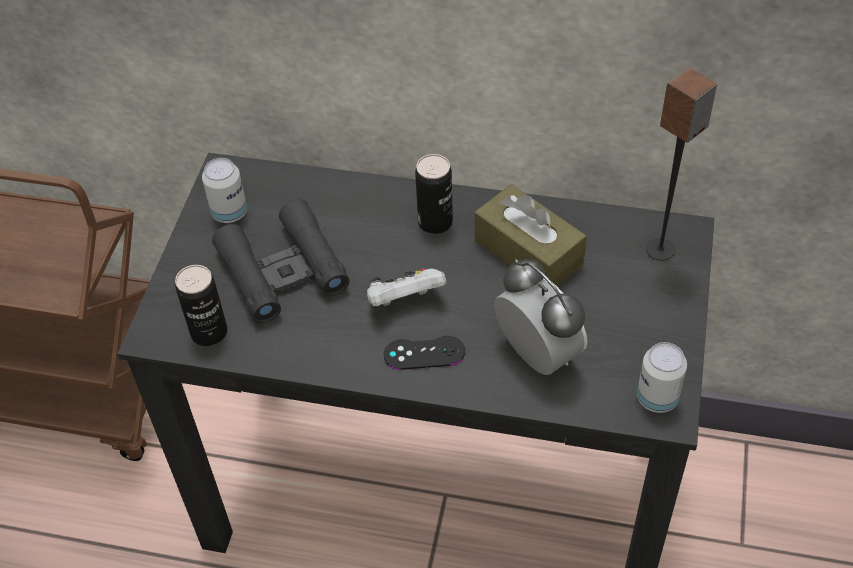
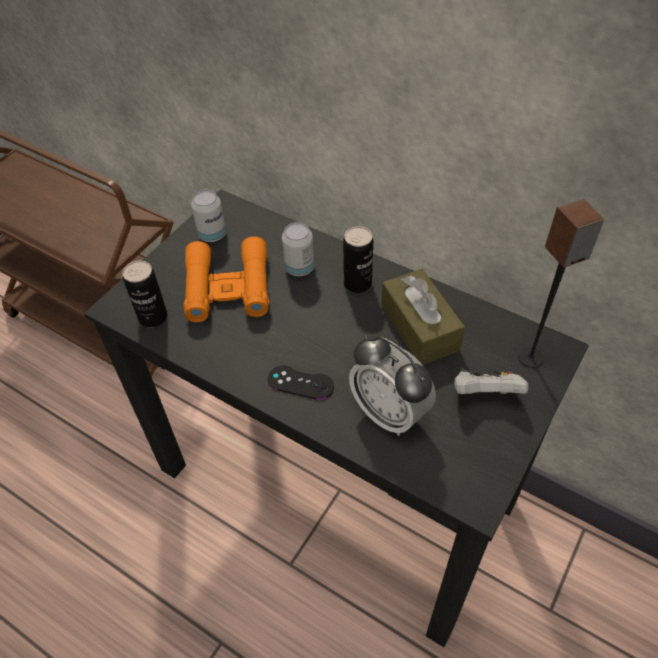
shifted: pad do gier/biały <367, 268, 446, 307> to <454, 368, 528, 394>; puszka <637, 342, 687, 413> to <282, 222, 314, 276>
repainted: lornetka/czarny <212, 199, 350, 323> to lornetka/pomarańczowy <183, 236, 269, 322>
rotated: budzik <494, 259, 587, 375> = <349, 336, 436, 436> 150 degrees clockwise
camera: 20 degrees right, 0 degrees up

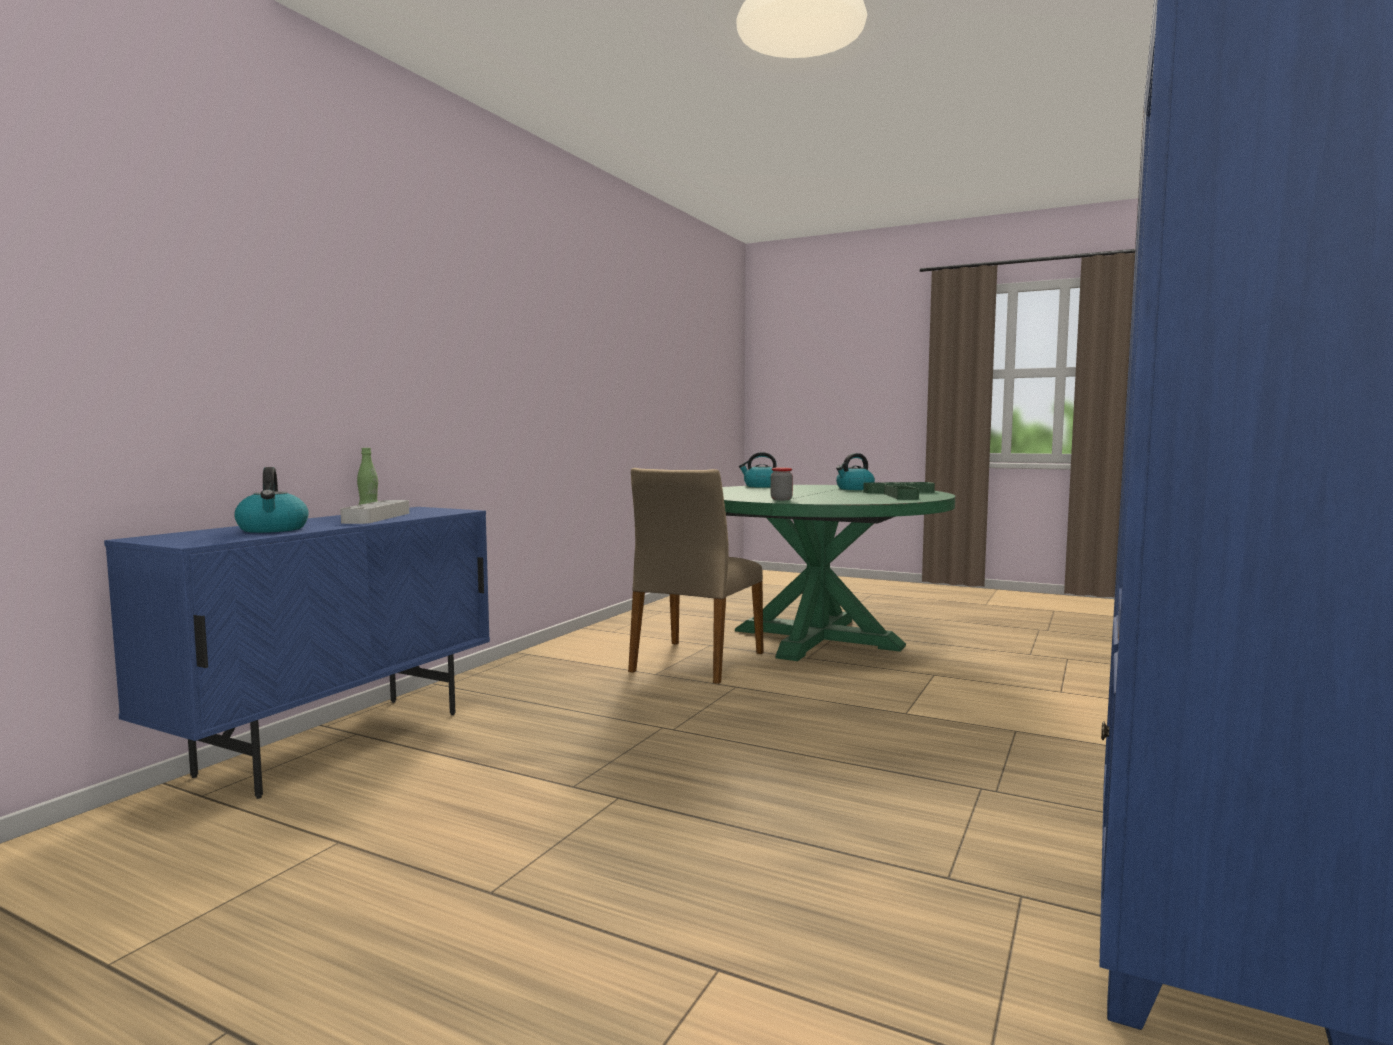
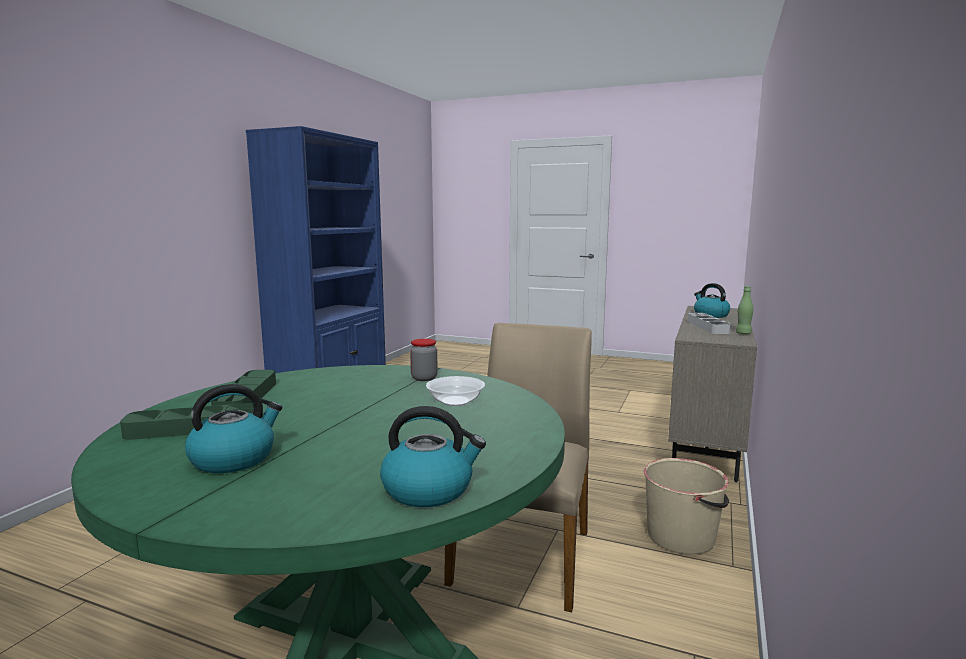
new: miska <426, 376, 485, 406>; wiadro/beżowy <643, 458, 729, 555>
repainted: szafka/niebieski <104, 507, 490, 799> to szafka/beżowy <668, 306, 757, 482>
camera: 175 degrees right, 5 degrees up

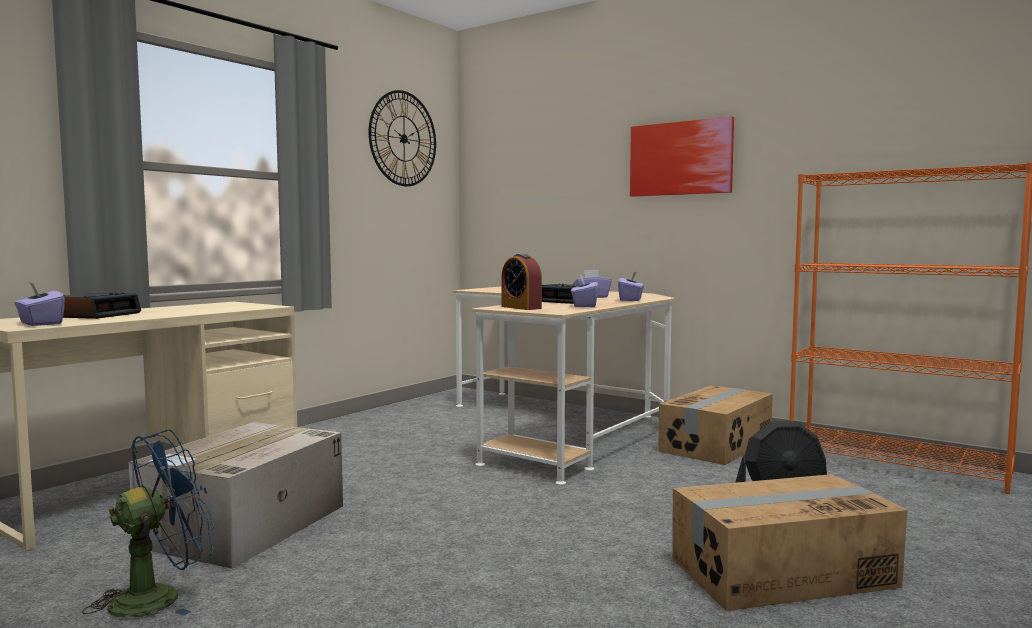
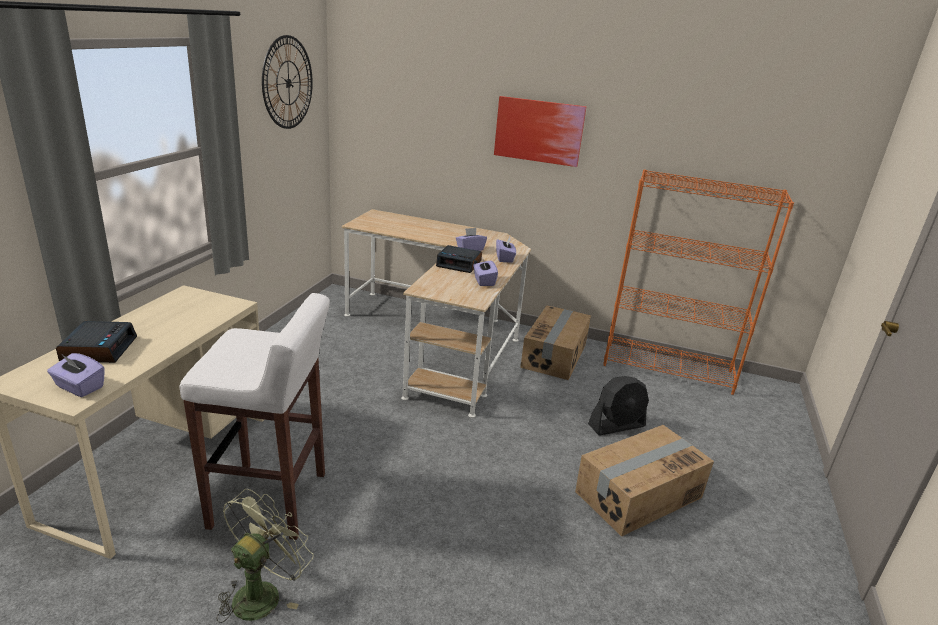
gone: budzik <501, 253, 542, 310>
swapped: karton <128, 422, 343, 569> to stołek/biały <180, 293, 330, 540>
repainted: wentylator/niebieski <82, 429, 215, 617> to wentylator/zielony <216, 489, 314, 623>
camera: 20 degrees left, 20 degrees up

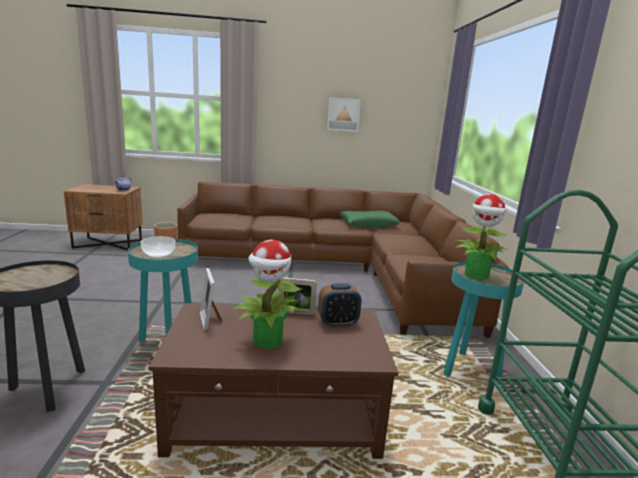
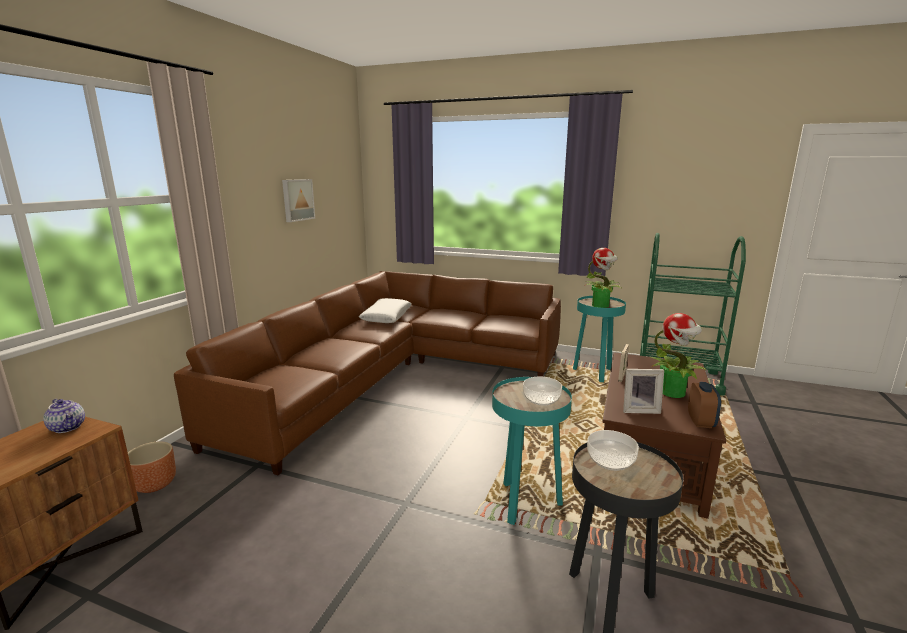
new: miska <587, 430, 639, 471>
shifted: budzik <318, 283, 361, 327> to <688, 382, 721, 428>
repainted: poduszka/zielony <340, 211, 400, 228> to poduszka/biały <359, 298, 412, 323>
camera: 65 degrees left, 0 degrees up

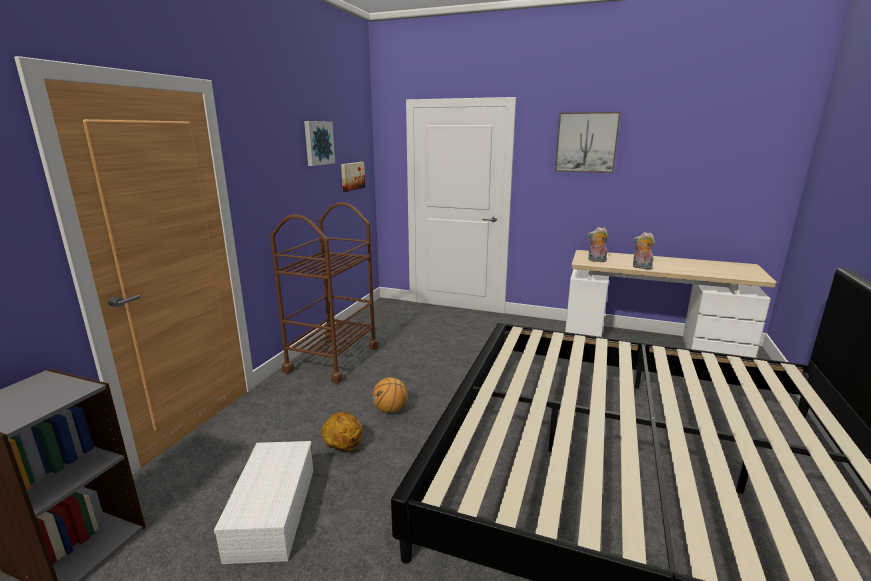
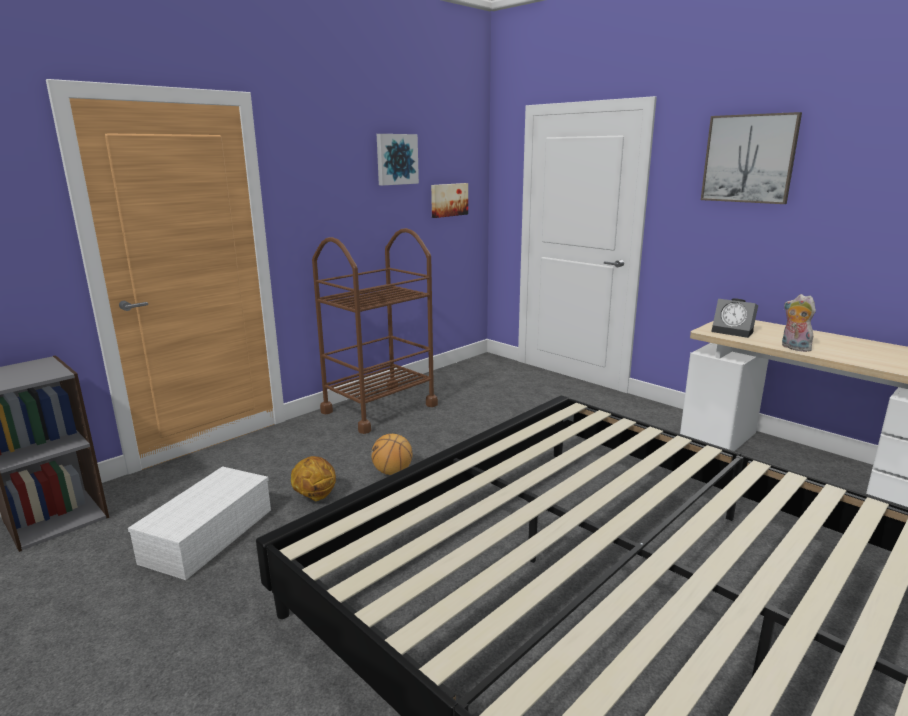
swapped: pluszak <588, 227, 608, 262> to budzik <711, 298, 758, 338>
camera: 25 degrees right, 0 degrees up

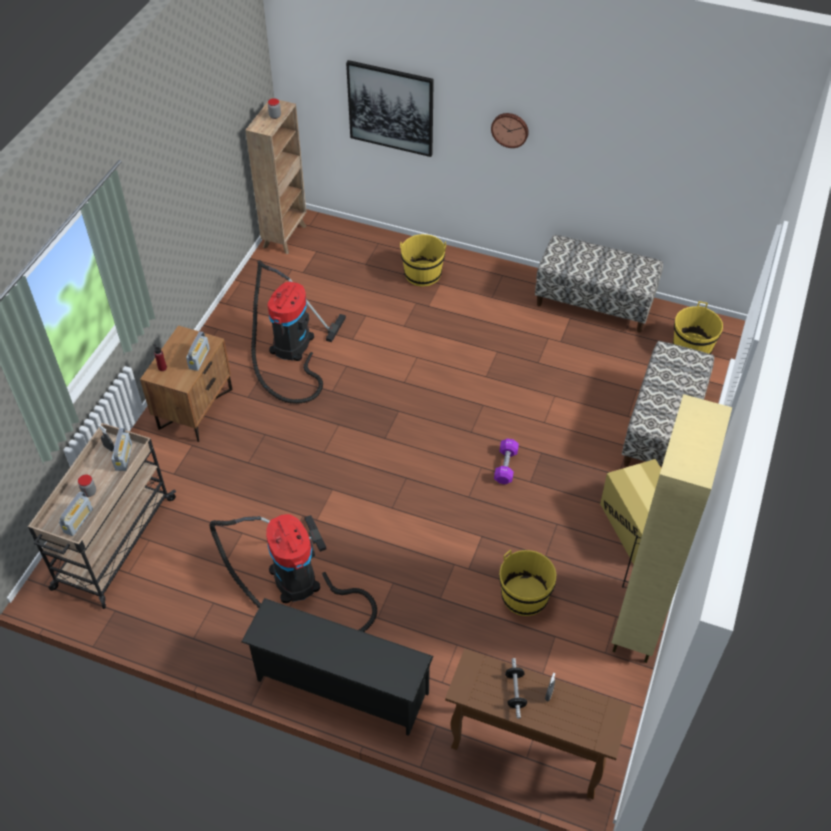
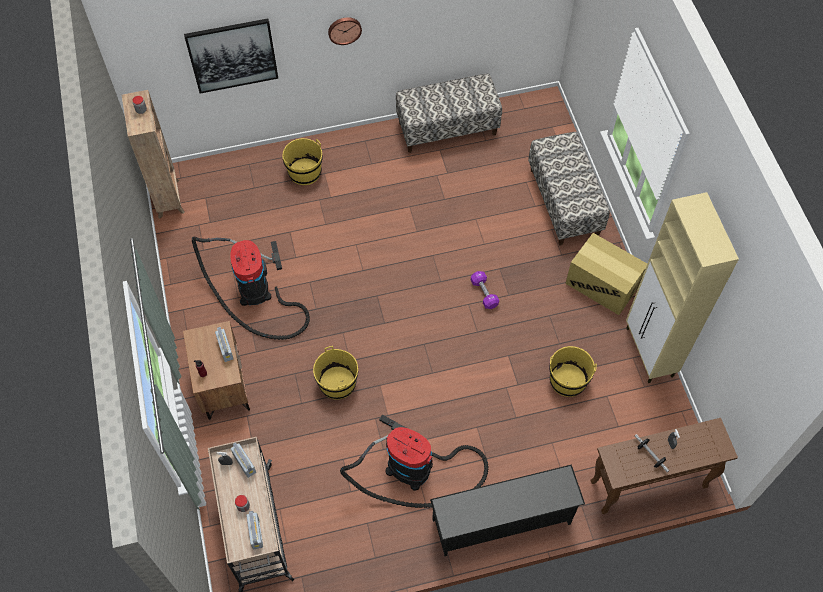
shifted: wiadro/żółty <673, 301, 723, 354> to <313, 346, 358, 400>
camera: 35 degrees left, 10 degrees up

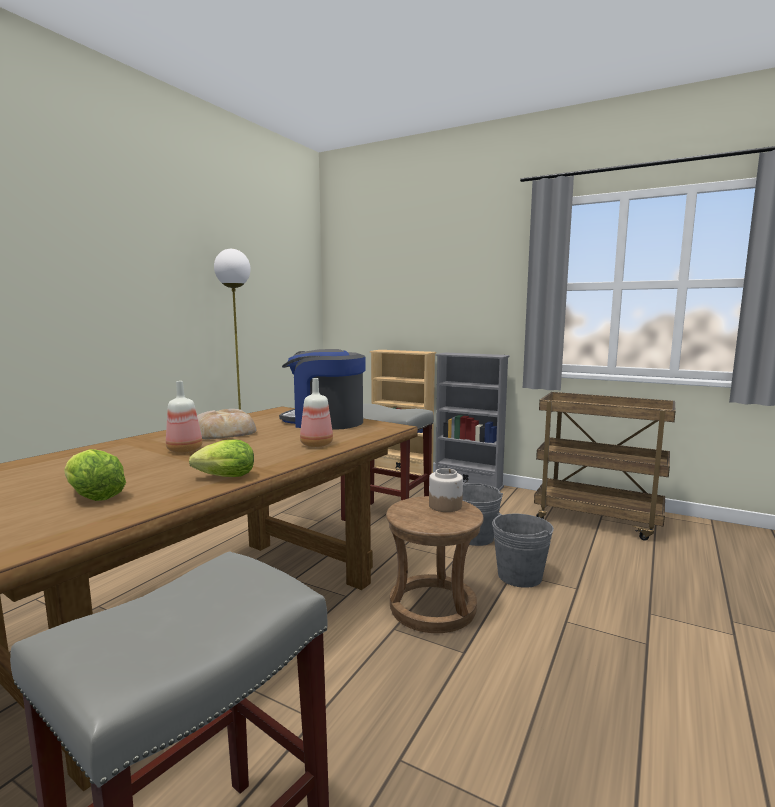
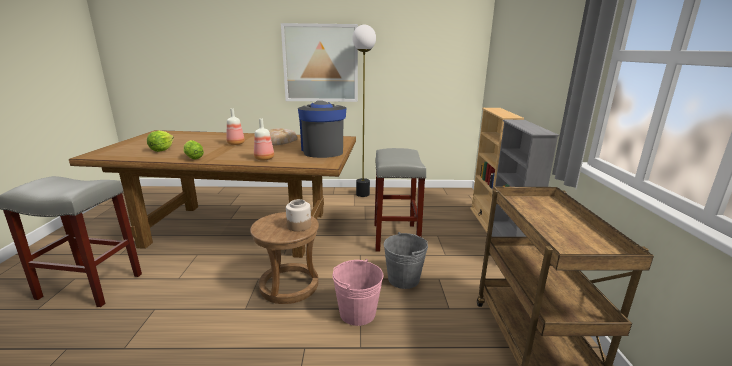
new: obraz <281, 23, 358, 102>
repainted: wiadro/szary <492, 513, 554, 588> to wiadro/różowy <332, 259, 383, 326>
camera: 60 degrees right, 10 degrees up

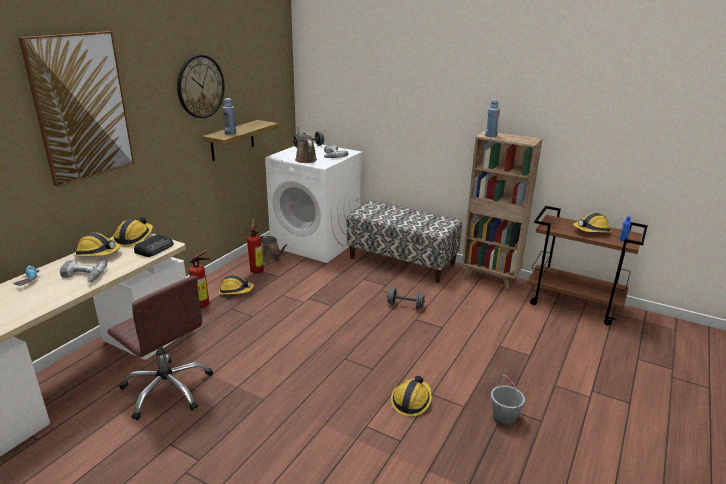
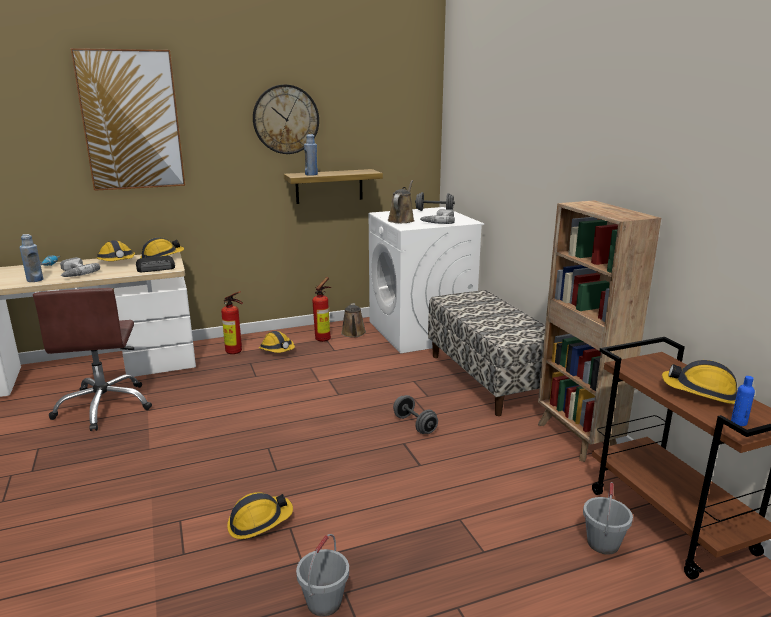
new: wiadro/szary <583, 482, 633, 555>
shifted: butelka/niebieski <485, 99, 500, 137> to <19, 234, 43, 282>
camera: 40 degrees right, 5 degrees down

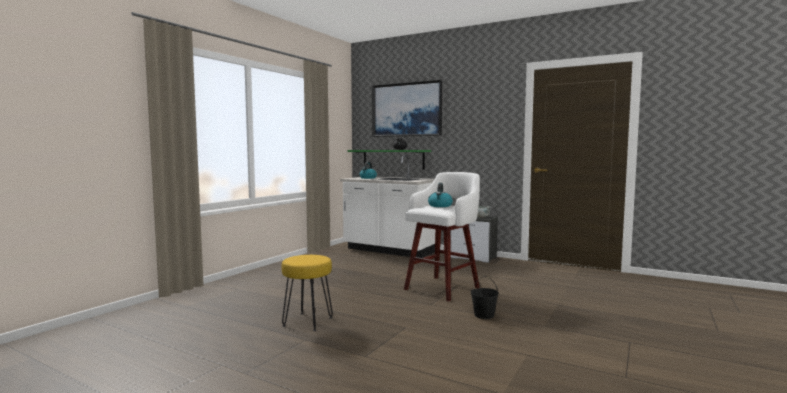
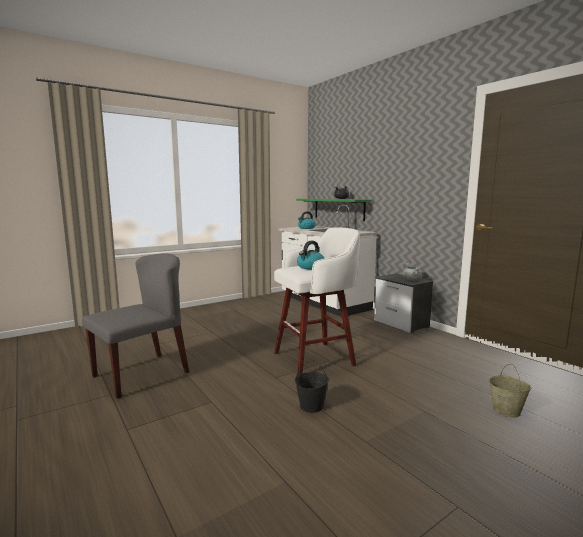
gone: obraz <372, 80, 442, 137>
new: wiadro/beżowy <489, 364, 531, 417>
swapped: stołek/żółty <281, 255, 333, 331> to krzesło/szary <82, 253, 189, 399>
camera: 25 degrees right, 5 degrees up

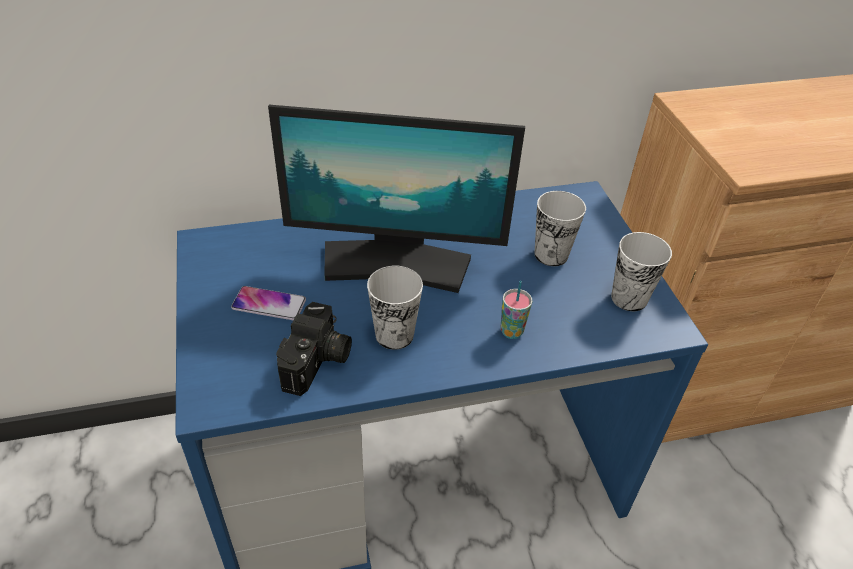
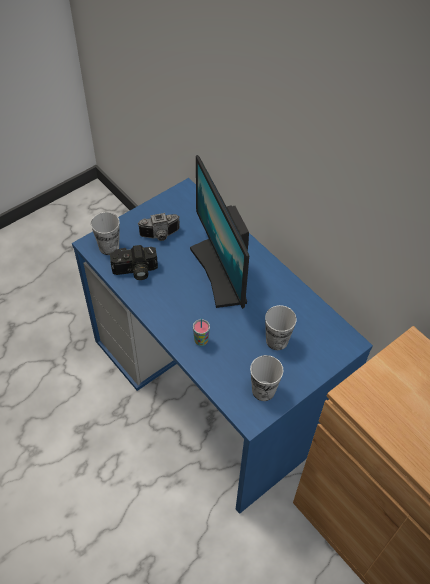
shifted: filiżanka <367, 266, 423, 350> to <91, 212, 119, 255>
swapped: telefon <231, 286, 306, 320> to aparat fotograficzny <137, 213, 180, 241>
camera: 65 degrees right, 10 degrees up

